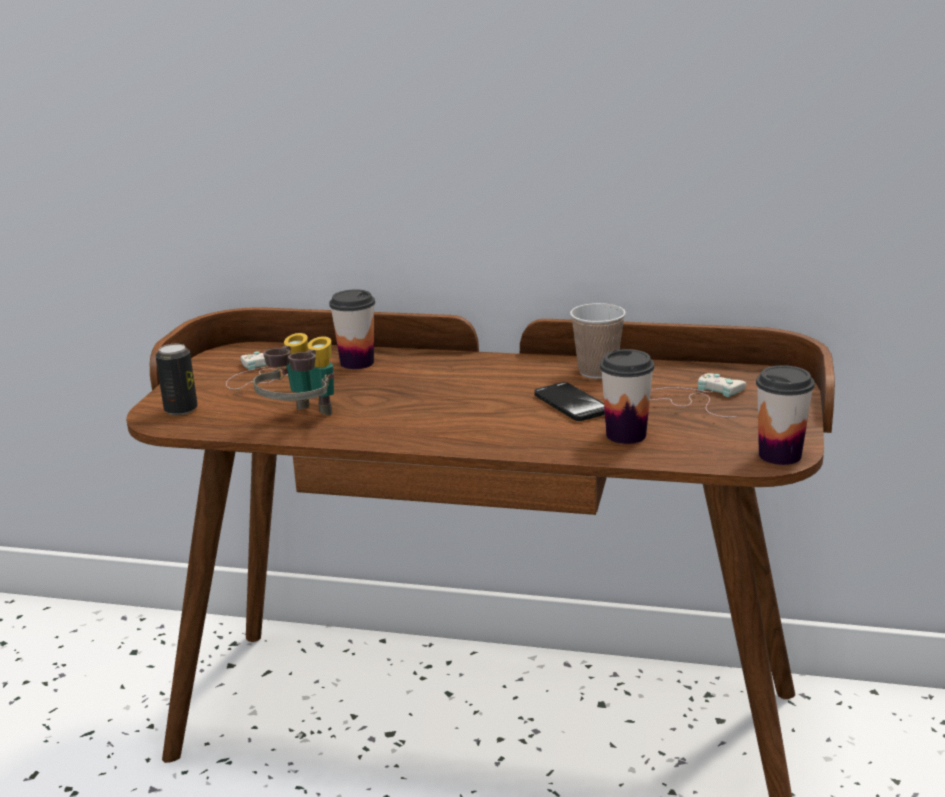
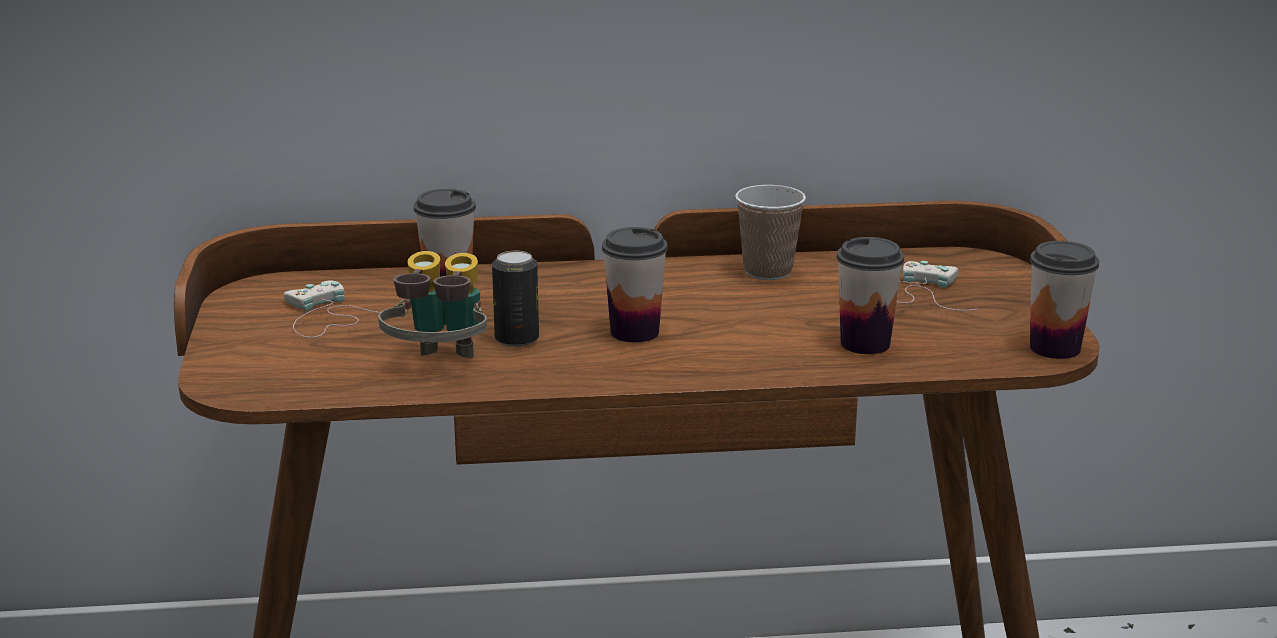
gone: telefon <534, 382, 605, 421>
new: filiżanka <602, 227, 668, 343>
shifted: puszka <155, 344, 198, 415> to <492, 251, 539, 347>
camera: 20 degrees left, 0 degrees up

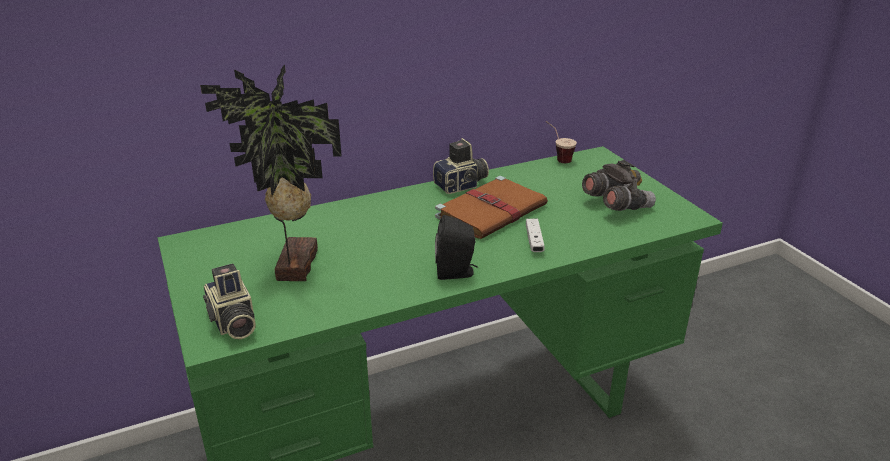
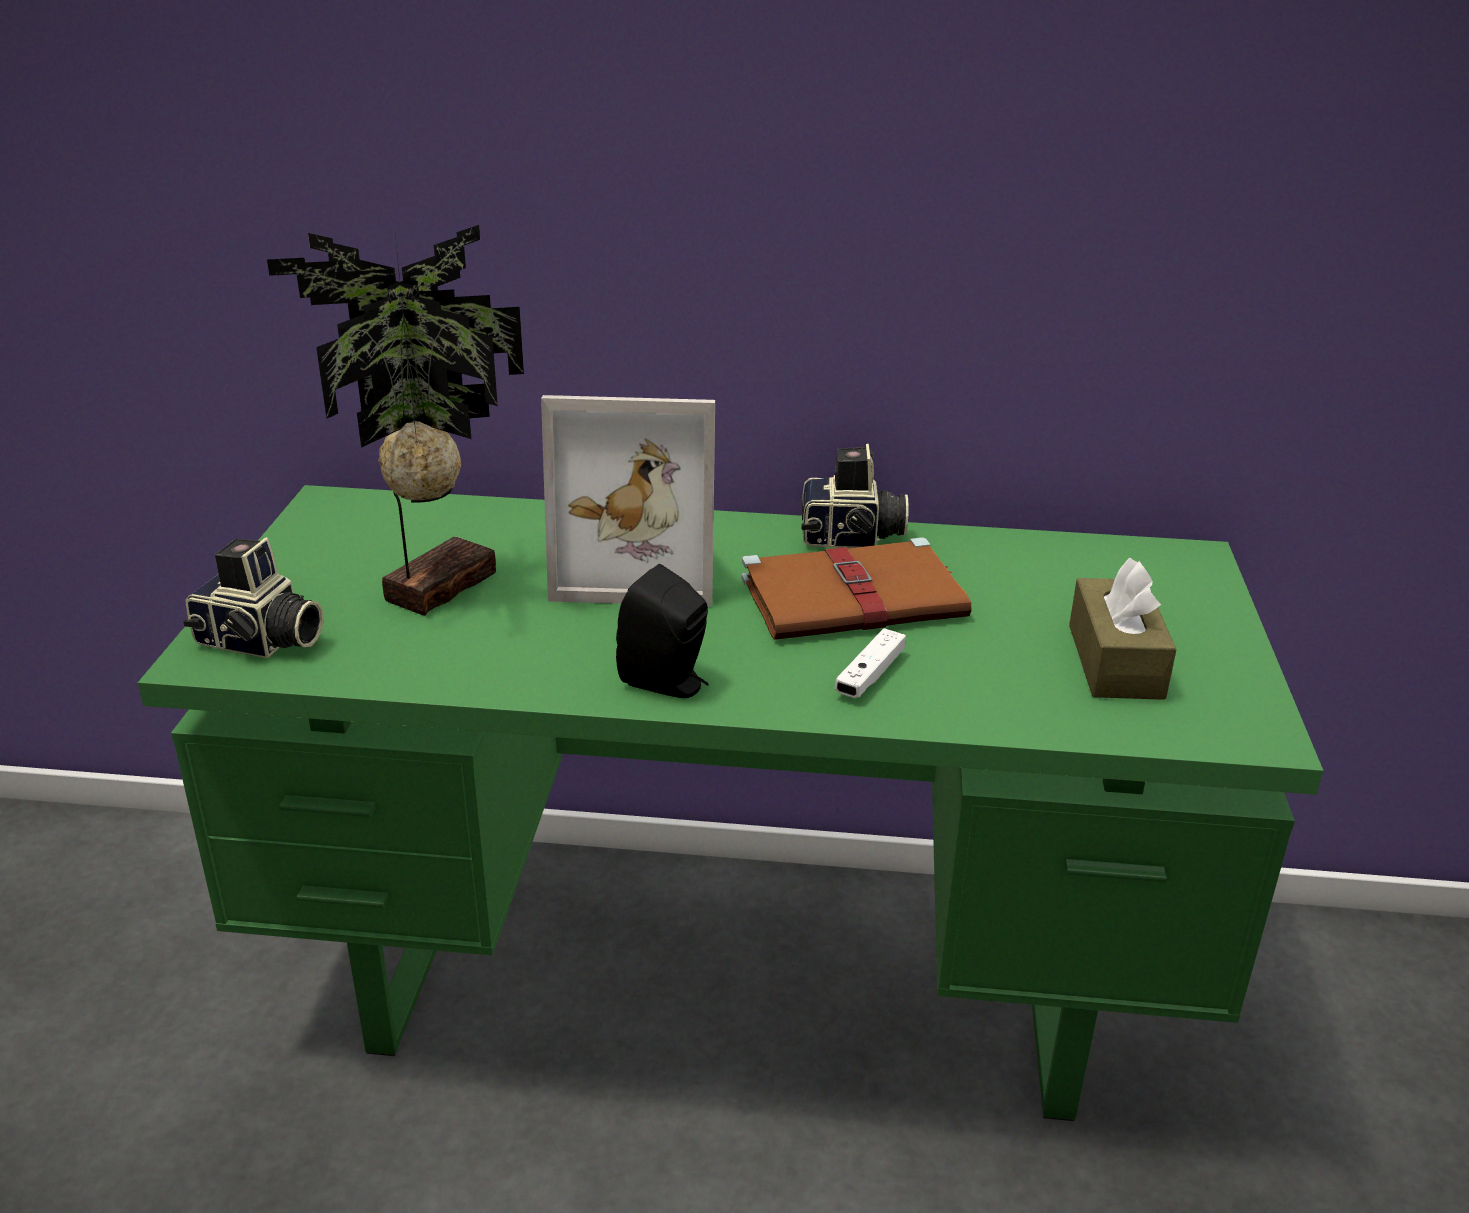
gone: filiżanka <546, 121, 577, 163>
new: ramka na zdjęcie <541, 395, 715, 607>
swapped: lornetka/szary <582, 160, 656, 211> to pudełko chusteczek/brązowy <1069, 558, 1177, 700>
rotated: aparat fotograficzny <203, 263, 256, 339> = <183, 537, 323, 658> 75 degrees counterclockwise
camera: 30 degrees right, 0 degrees up

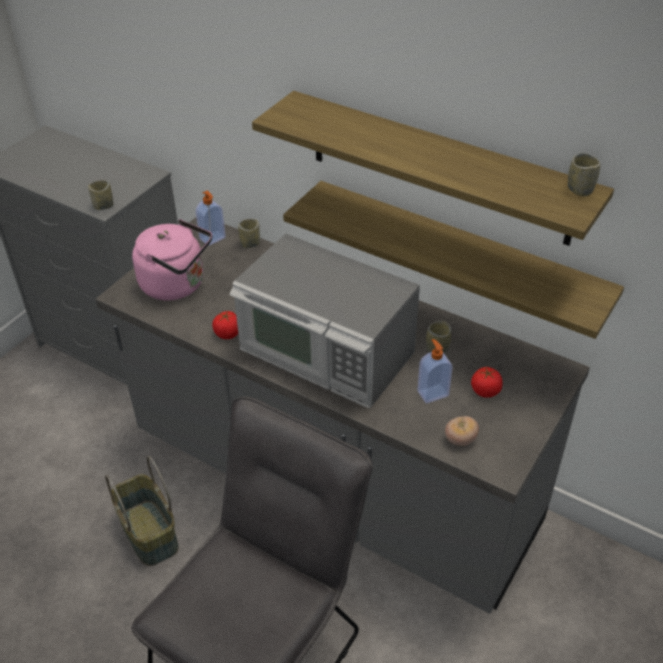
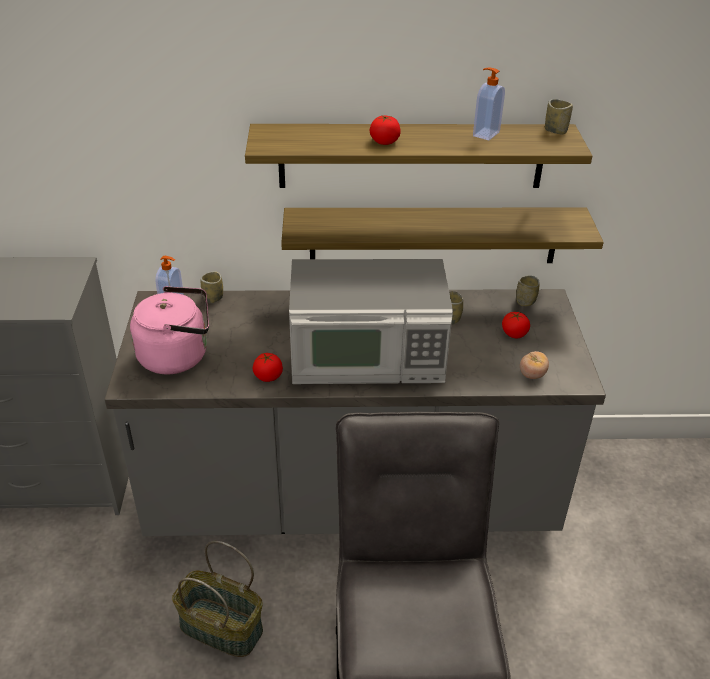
new: pomidor <370, 115, 400, 145>
shifted: filiżanka <88, 180, 113, 210> to <516, 275, 540, 307>; dozownik mydła <417, 339, 452, 403> to <473, 68, 505, 140>
camera: 35 degrees left, 5 degrees down

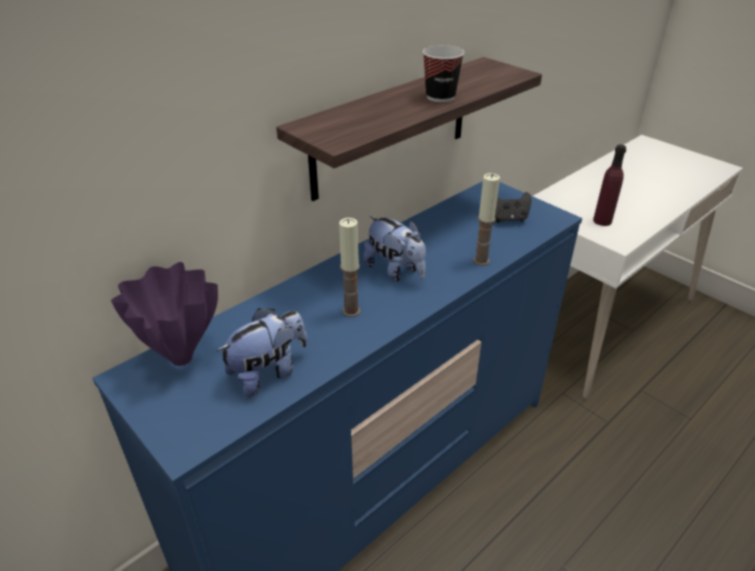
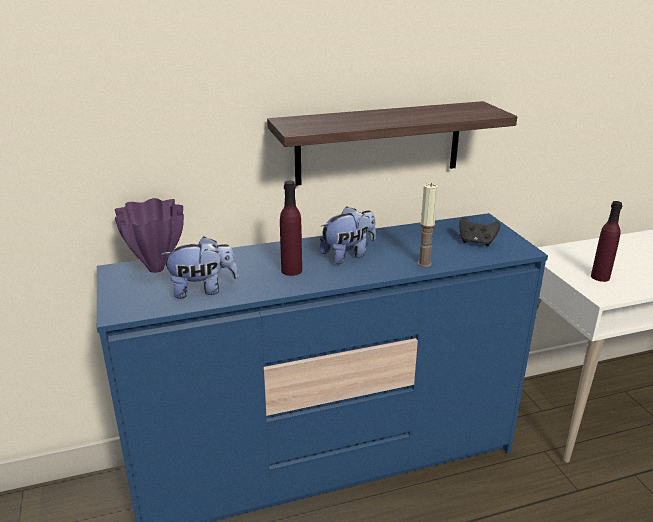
gone: filiżanka <423, 45, 464, 102>
swapped: świeca <339, 218, 360, 317> to butelka/fioletowy <280, 181, 302, 276>
rotated: pluszak <363, 216, 426, 281> = <320, 206, 376, 264> 105 degrees counterclockwise
camera: 25 degrees right, 10 degrees down

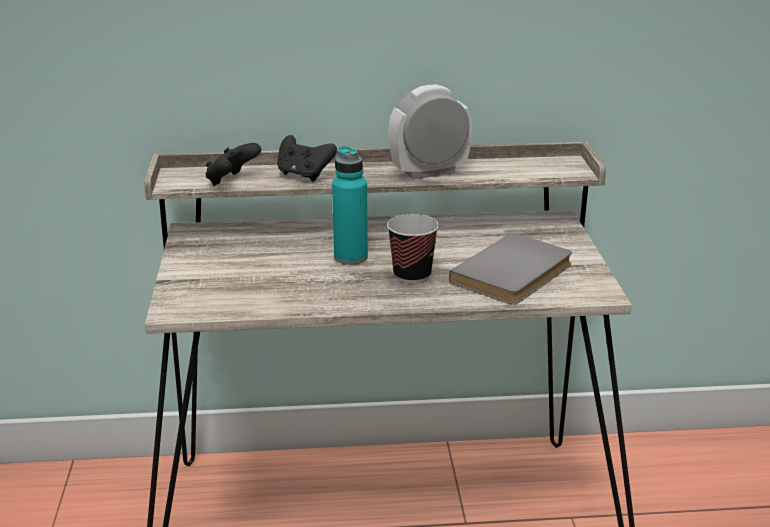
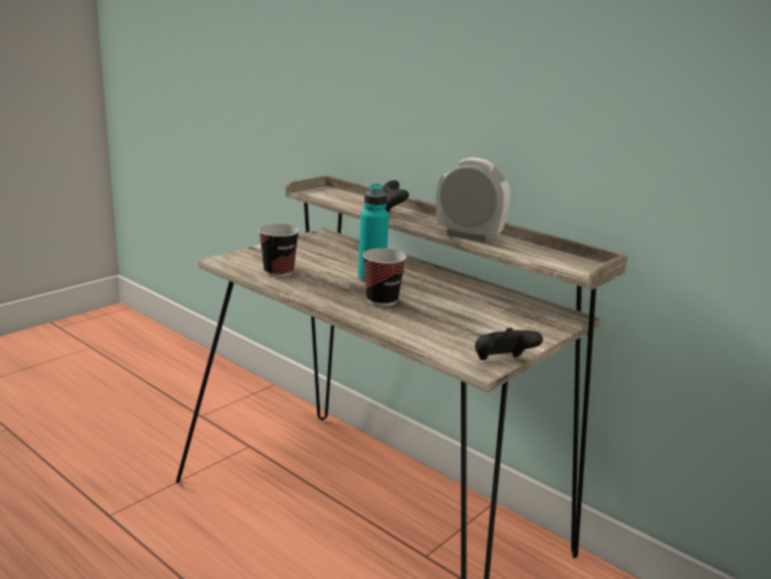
gone: książka/szary <449, 233, 572, 305>
new: filiżanka <258, 224, 300, 277>
shifted: pad do gier/czarny <205, 143, 261, 186> to <475, 328, 543, 360>
camera: 45 degrees right, 5 degrees down

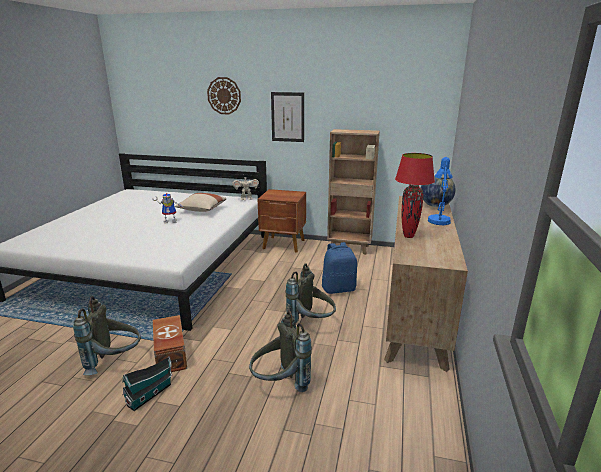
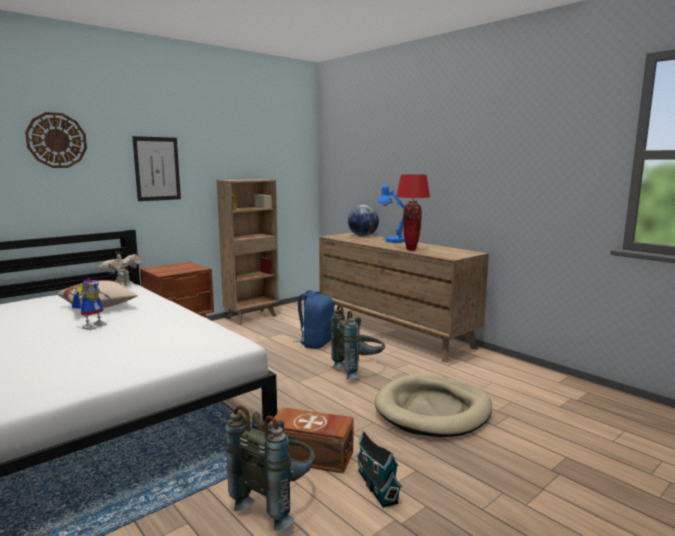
swapped: plecak/szary <249, 310, 312, 392> to legowisko/beżowy <375, 374, 492, 437>
camera: 55 degrees left, 10 degrees down

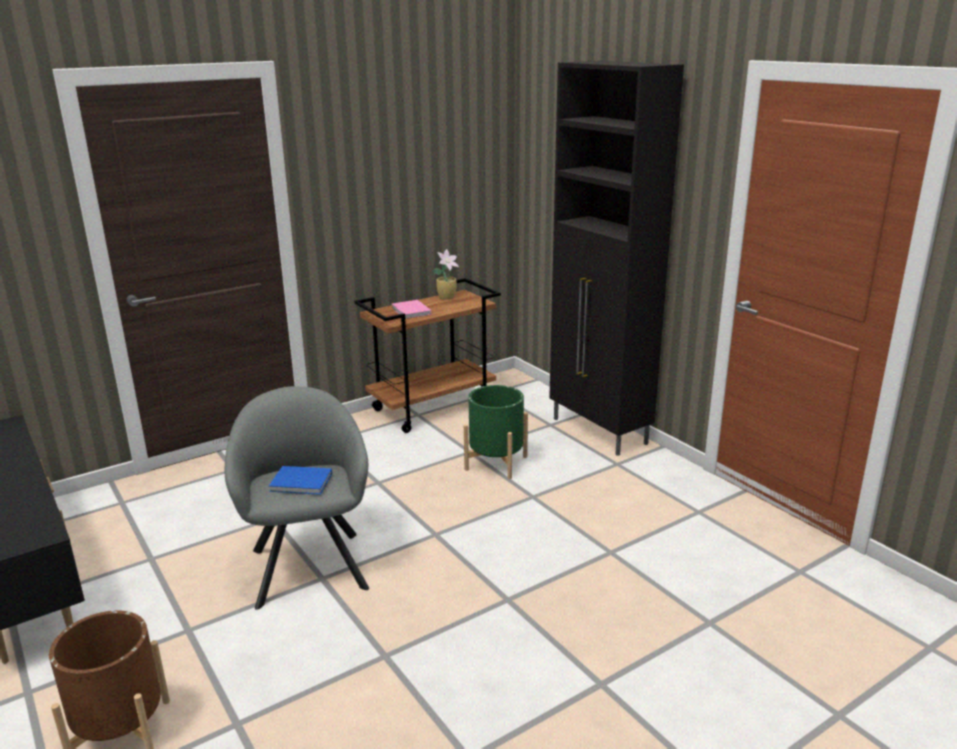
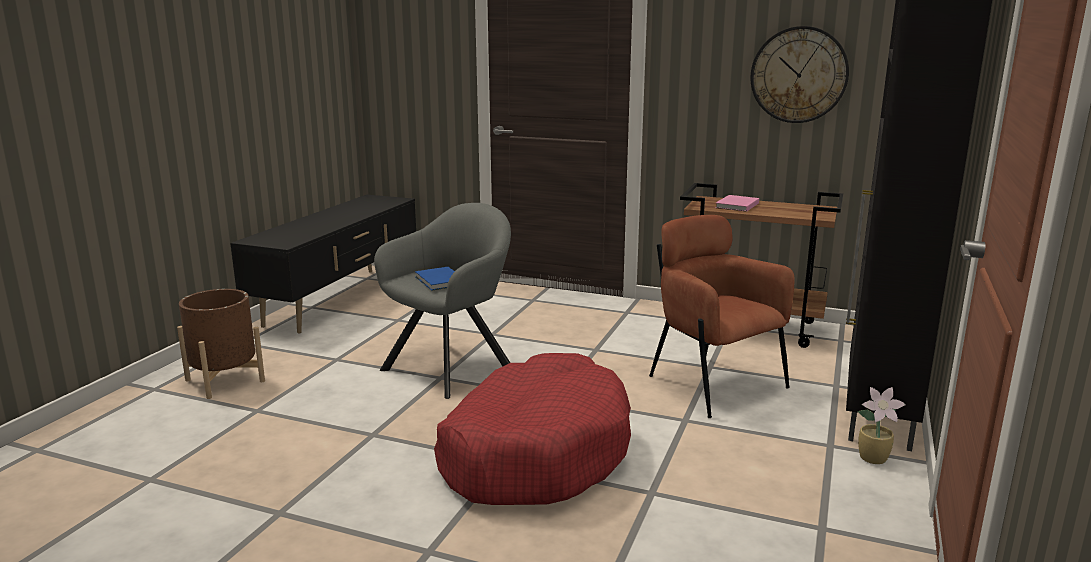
new: legowisko/czerwony <434, 353, 631, 505>; zegar ścienny <750, 26, 849, 123>
shifted: roślina doniczkowa <432, 249, 459, 299> to <857, 387, 906, 464>
swapped: donica/zielony <464, 385, 528, 479> to fotel/brązowy <649, 215, 794, 418>
camera: 55 degrees right, 5 degrees down

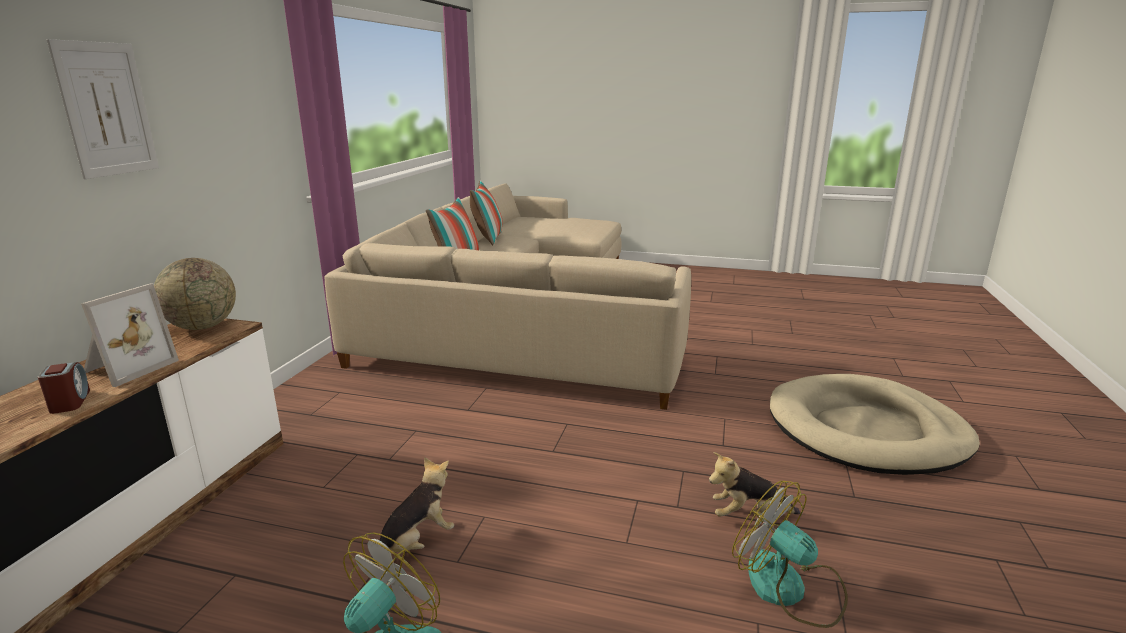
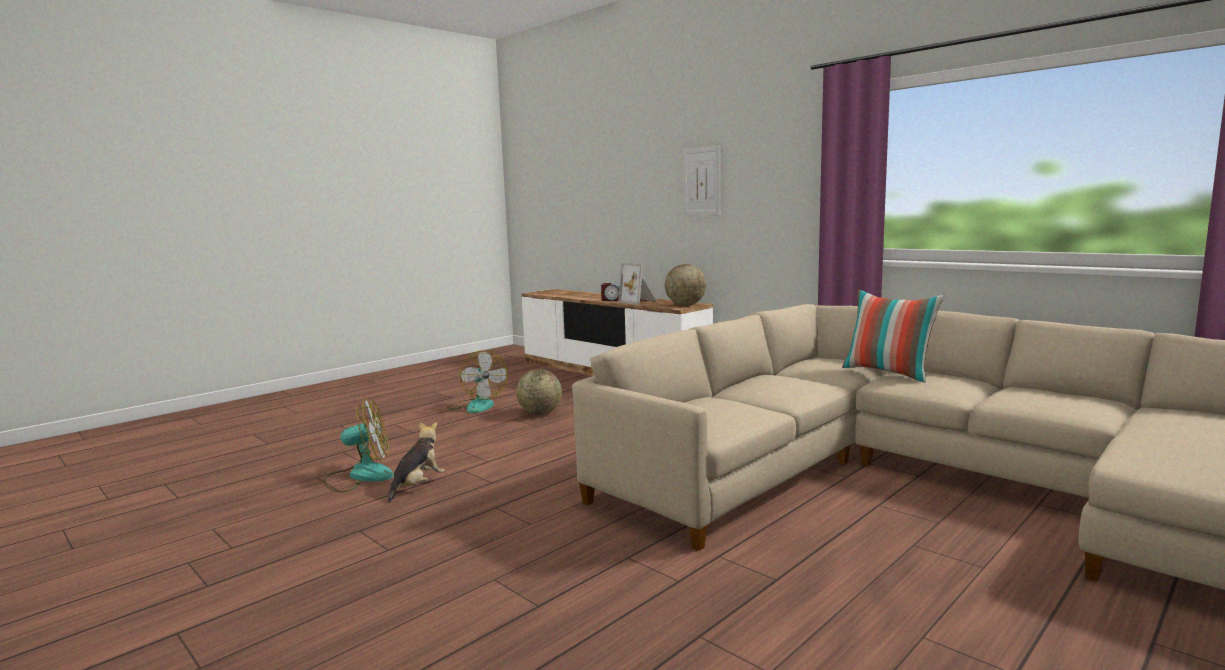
gone: poduszka <470, 181, 503, 245>; legowisko/beżowy <770, 374, 980, 475>
swapped: pluszak <370, 457, 454, 564> to globus <516, 369, 562, 415>
camera: 120 degrees right, 10 degrees down

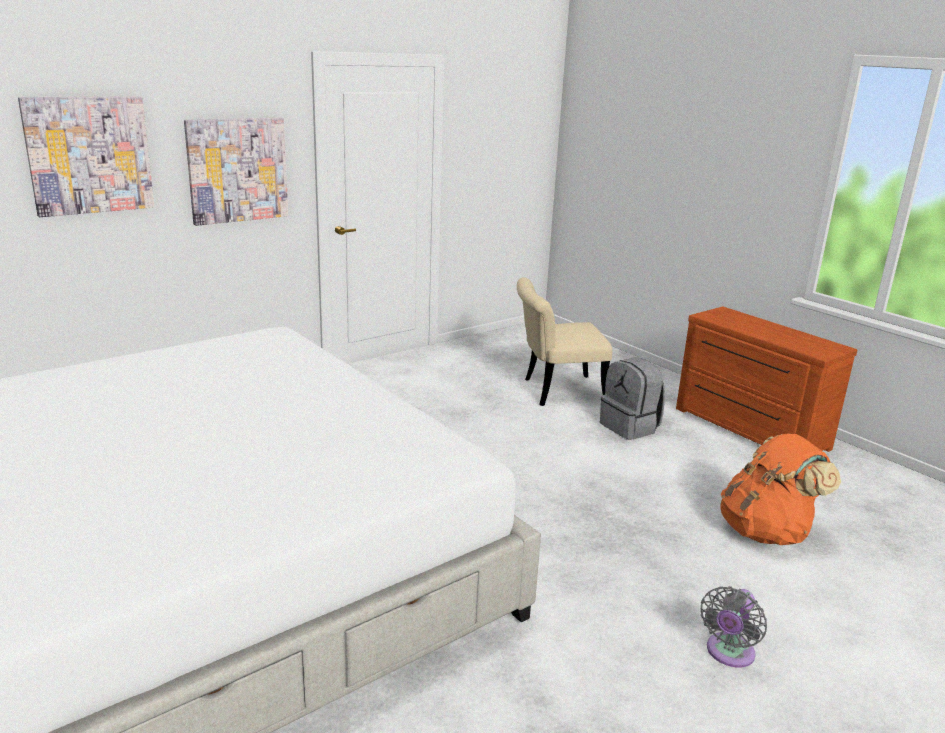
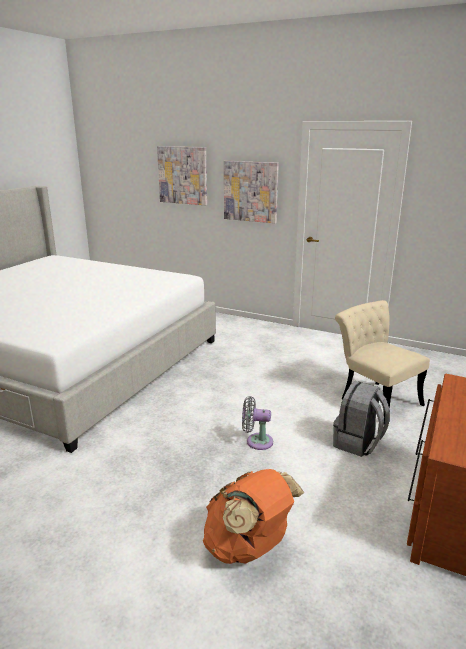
shifted: wentylator/szary <701, 586, 767, 668> to <242, 396, 273, 450>
camera: 65 degrees right, 0 degrees up

